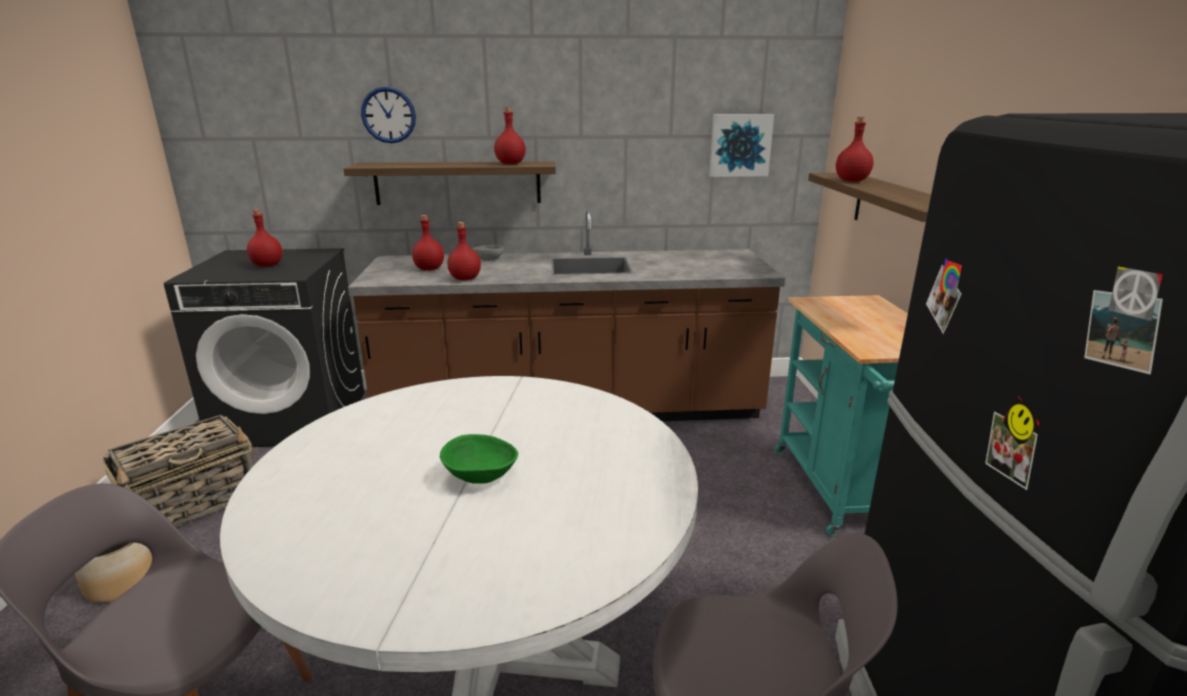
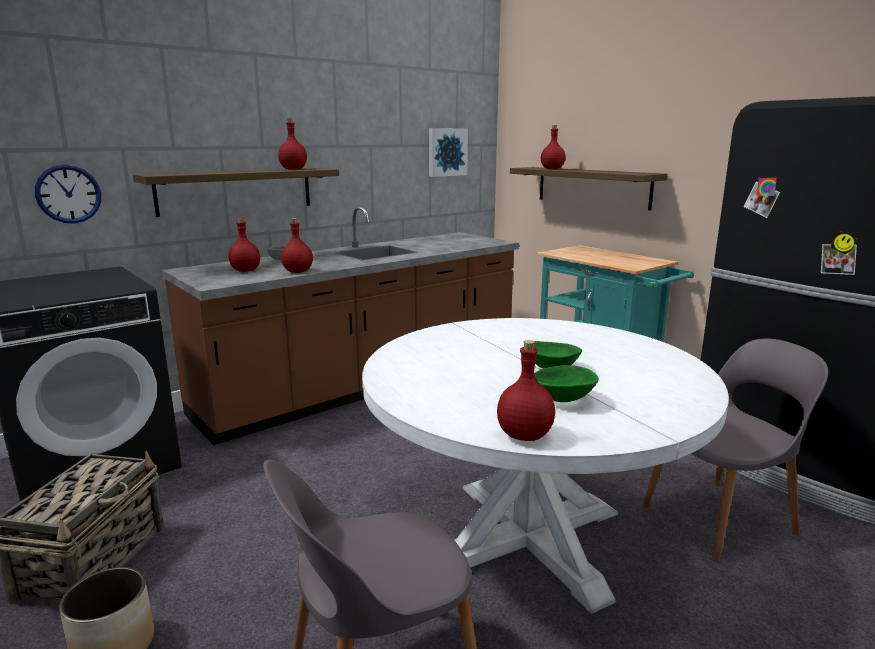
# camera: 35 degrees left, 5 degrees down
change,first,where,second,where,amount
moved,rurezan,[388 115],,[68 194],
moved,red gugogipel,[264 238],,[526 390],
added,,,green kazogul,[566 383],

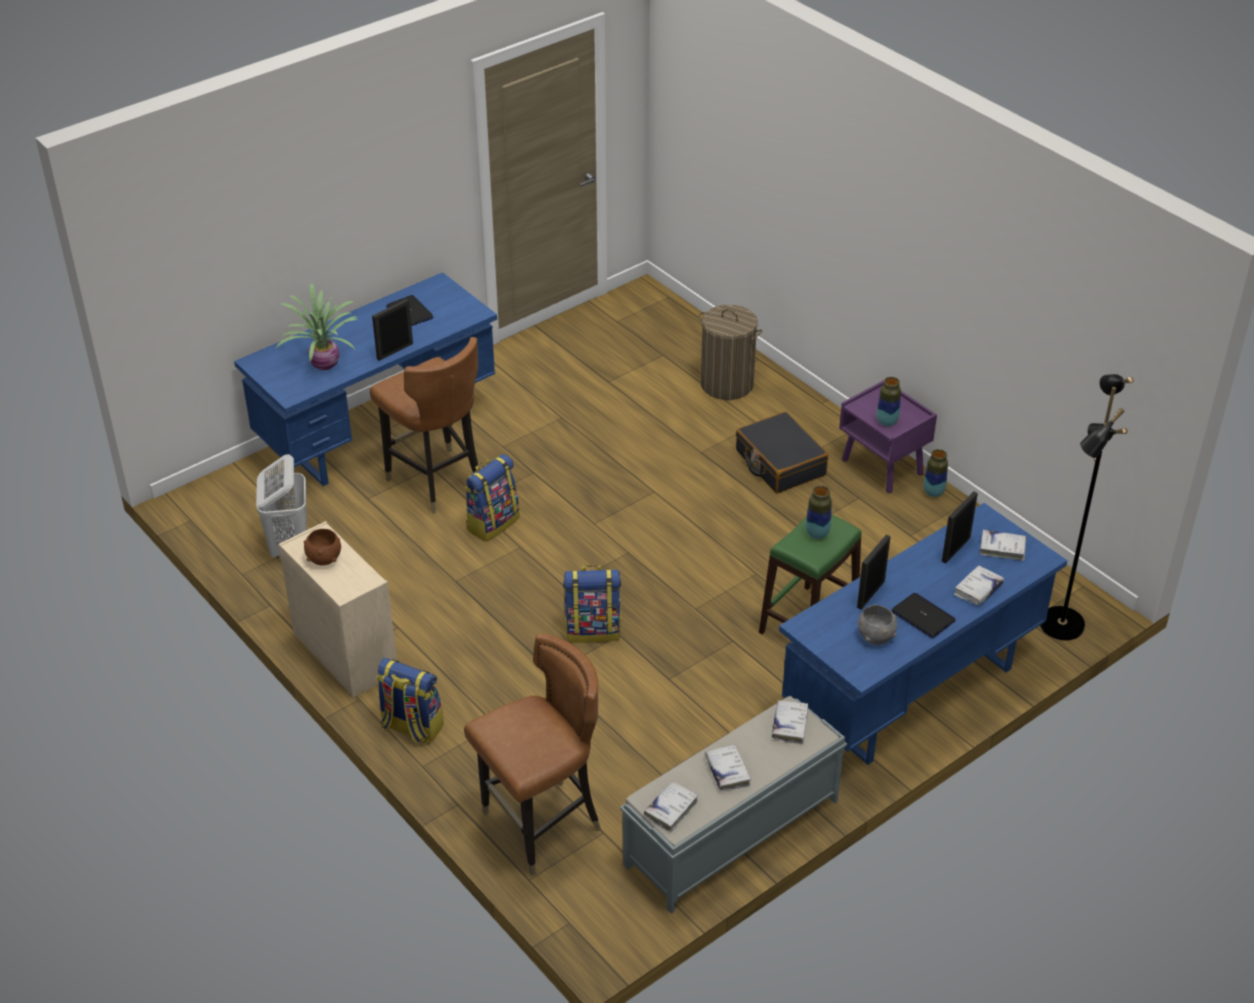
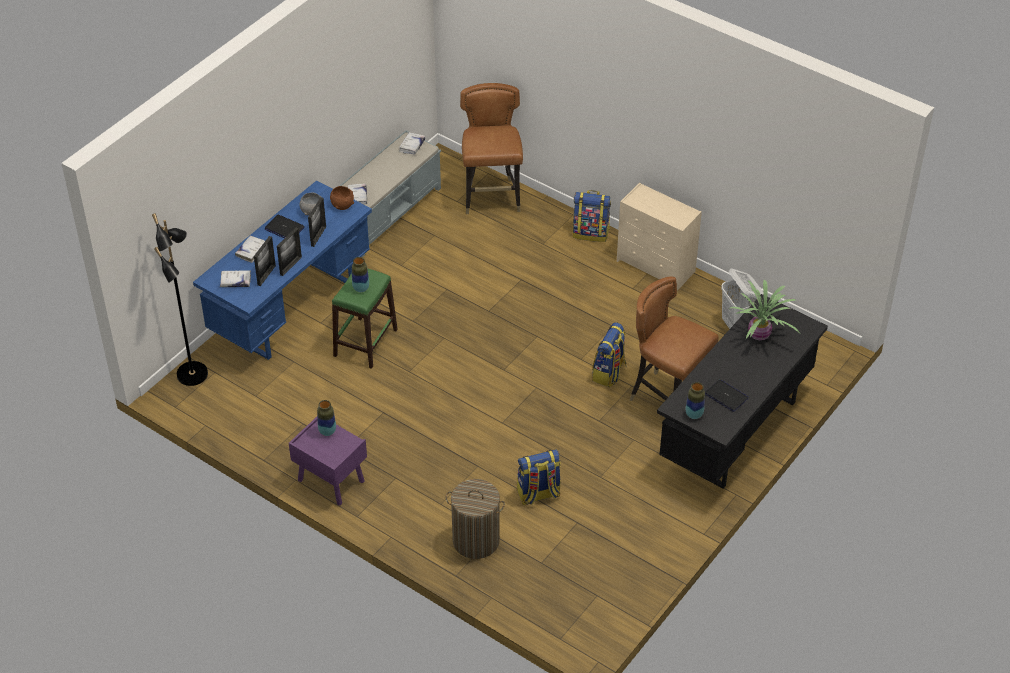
# camera: 165 degrees right, 5 degrees up
change,first,where,second,where,amount
moved,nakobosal,[392 330],,[289 252],
moved,brown kazogul,[322 547],,[342 198],
turned,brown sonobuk,[532 754],,[491 148],135 degrees clockwise
moved,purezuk,[592 604],,[539 477],
recoloured,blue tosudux,[365 379],black tosudux,[742 391],
moved,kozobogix,[935 473],,[695 400],
removed,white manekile,[728 767],,,
removed,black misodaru,[782 452],,,

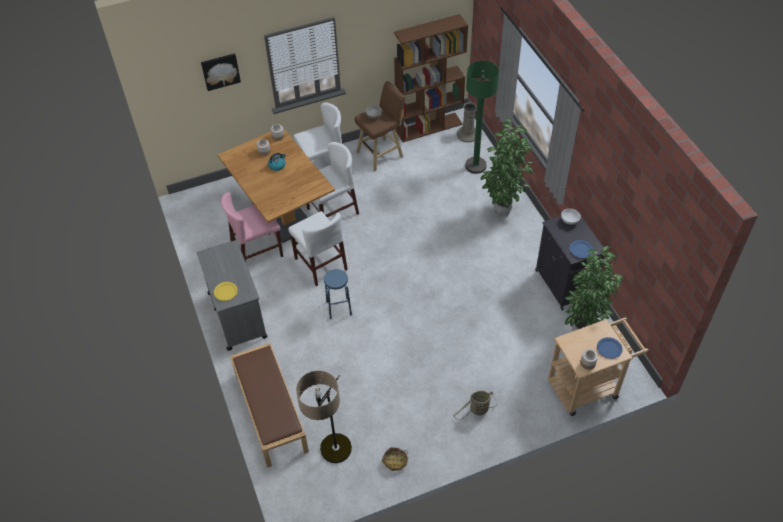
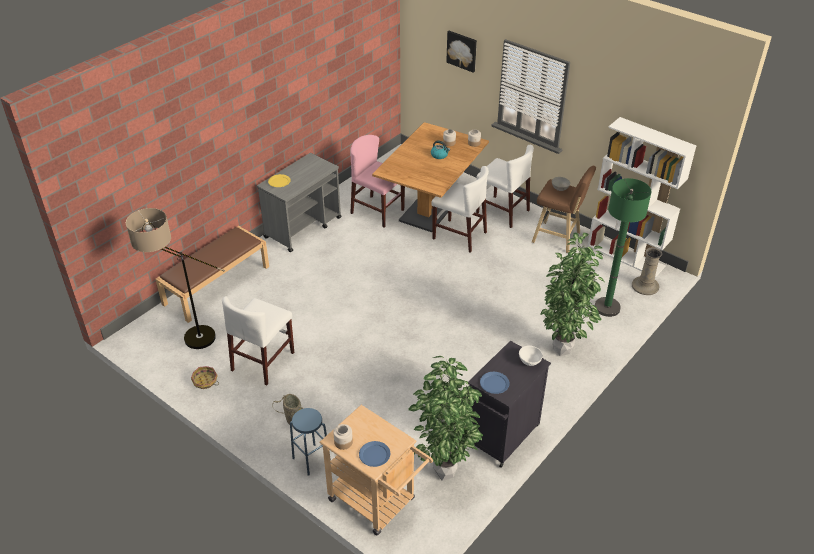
# camera: 60 degrees right, 10 degrees down
change,first,where,second,where,amount
moved,white sonobuk,[318 248],,[258 340],
moved,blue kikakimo,[338 294],,[310 442],
recoloured,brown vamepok,[431 78],white vamepok,[642 197],

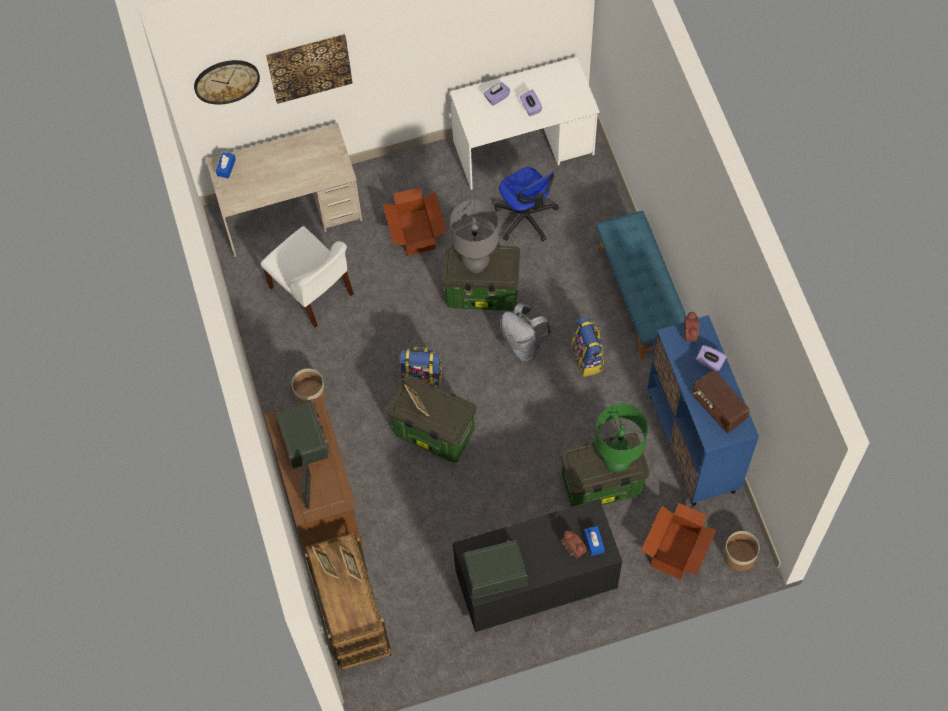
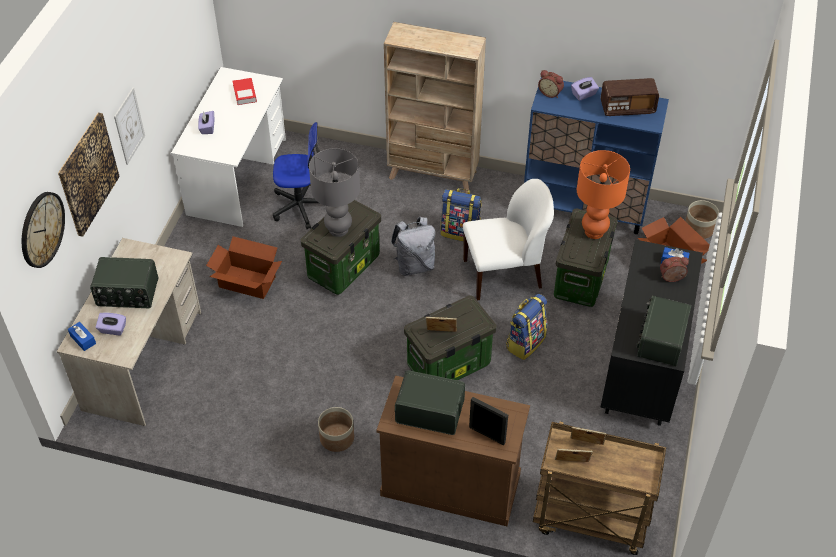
# camera: 60 degrees left, 15 degrees down
change,first,where,second,where,amount
added,,,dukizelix,[124 282],
moved,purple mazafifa,[531 103],,[111 323],
added,,,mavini,[129 126],
added,,,manekile,[245 91],
replaced,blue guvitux,[641 285],beige vamepok,[435 107],
moved,white sonobuk,[307 277],,[508 240],
moved,purezuk,[421 367],,[526 326],
recoloured,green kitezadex,[621 438],orange kitezadex,[603 194],

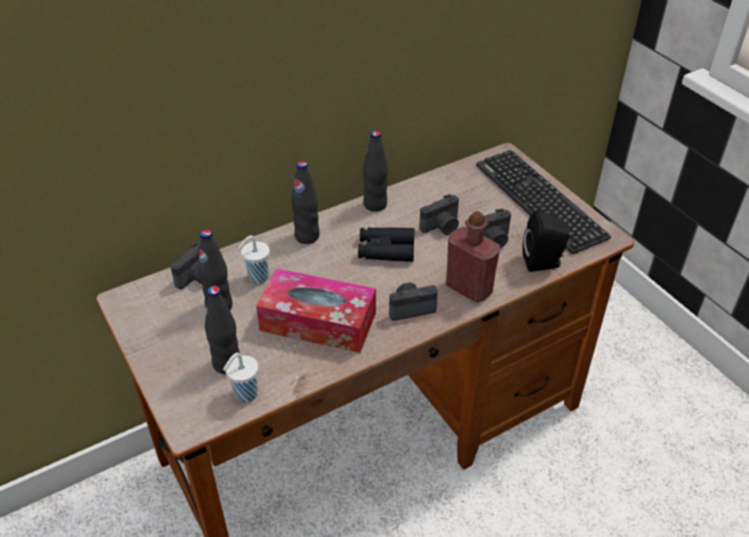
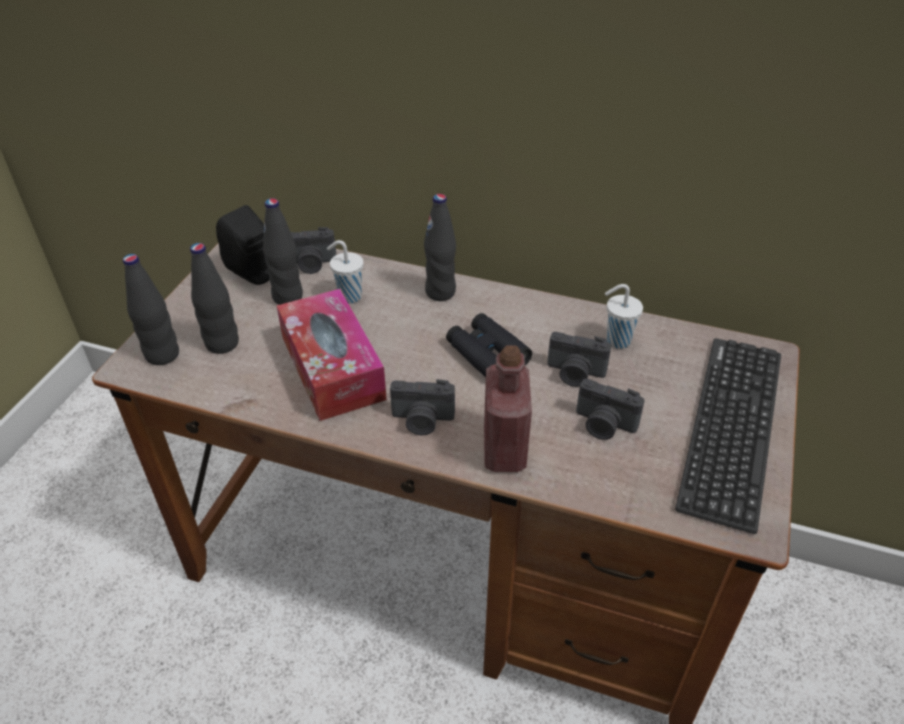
# camera: 50 degrees right, 0 degrees up
change,first,where,second,where,amount
moved,black gugogipel,[375 171],,[151 309],
moved,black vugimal,[545 241],,[242 245],
turned,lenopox,[413 302],,[422 407],150 degrees clockwise
moved,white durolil,[240 378],,[624 316],

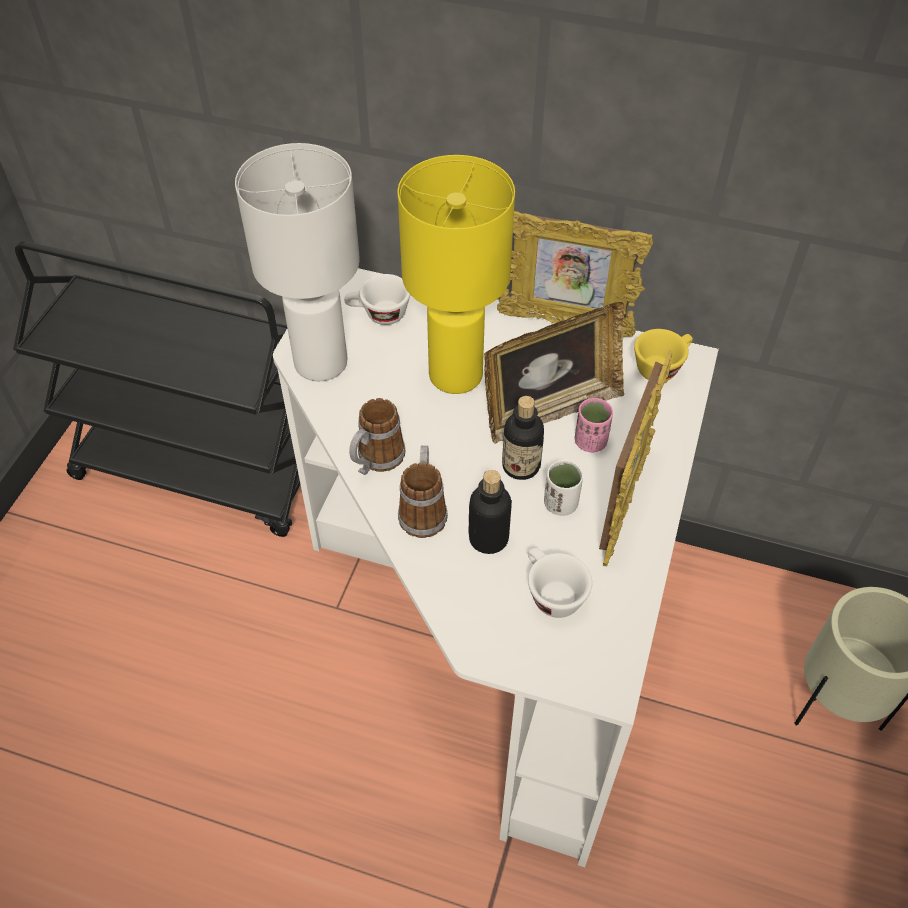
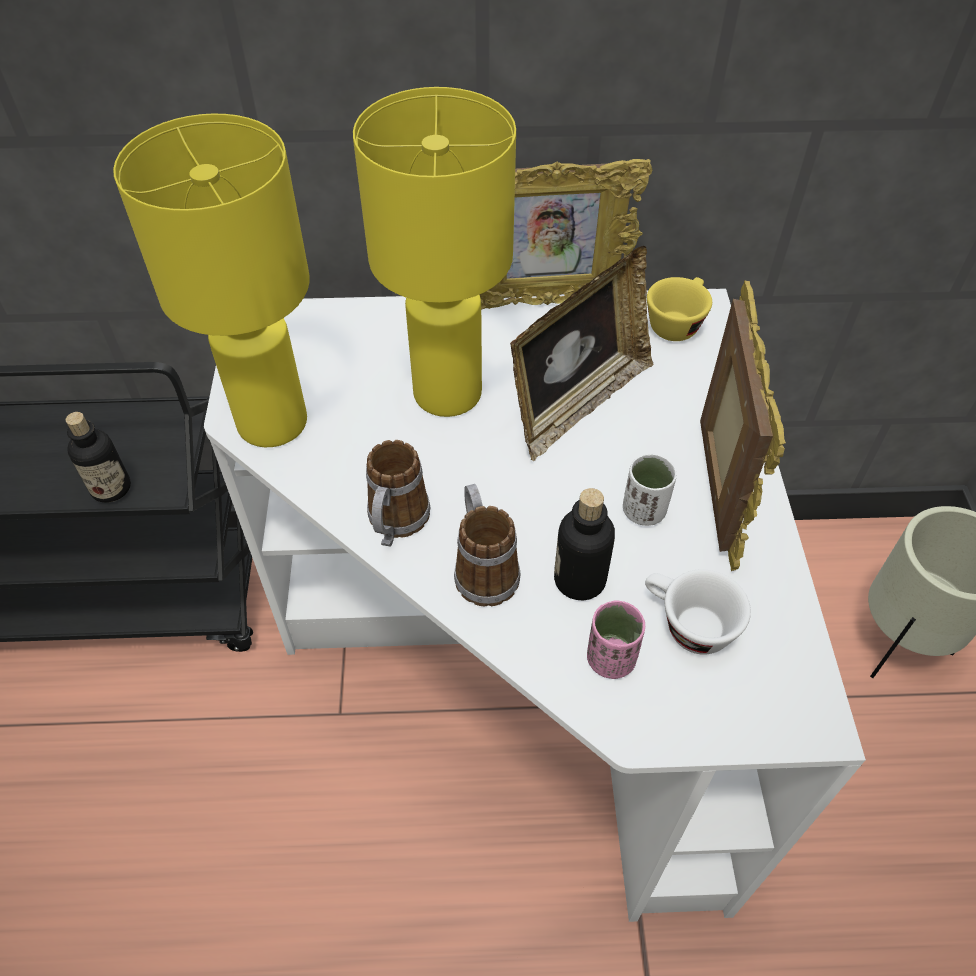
# camera: 20 degrees left, 0 degrees up
change,first,where,second,where,amount
moved,gugogipel,[523 438],,[98 457],
recoloured,white kitezadex,[297 262],yellow kitezadex,[211 280],
moved,pink durolil,[594 425],,[616 640],
removed,white durolil,[377 299],,,

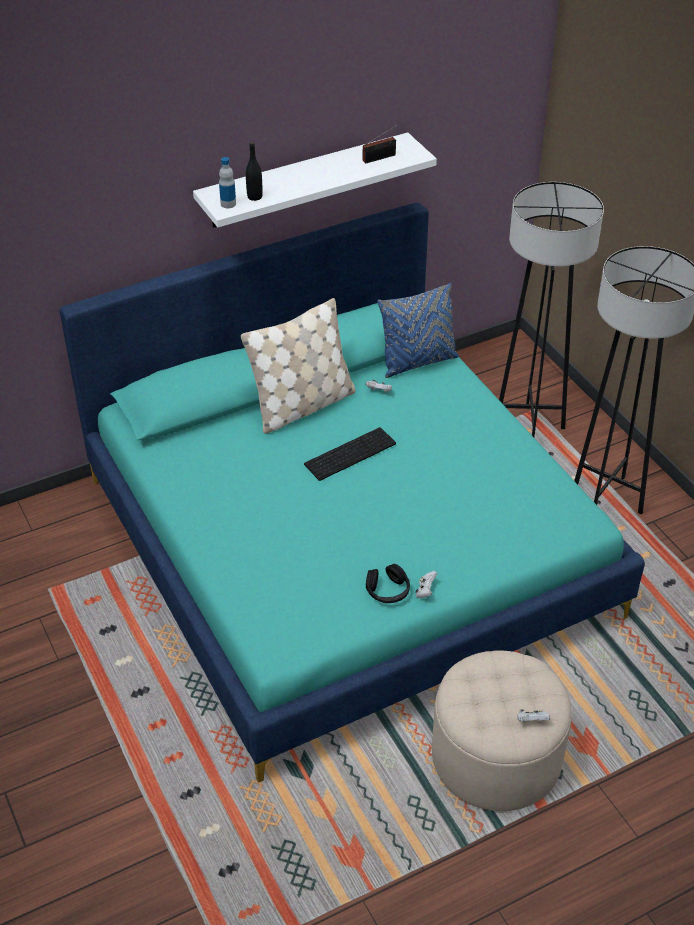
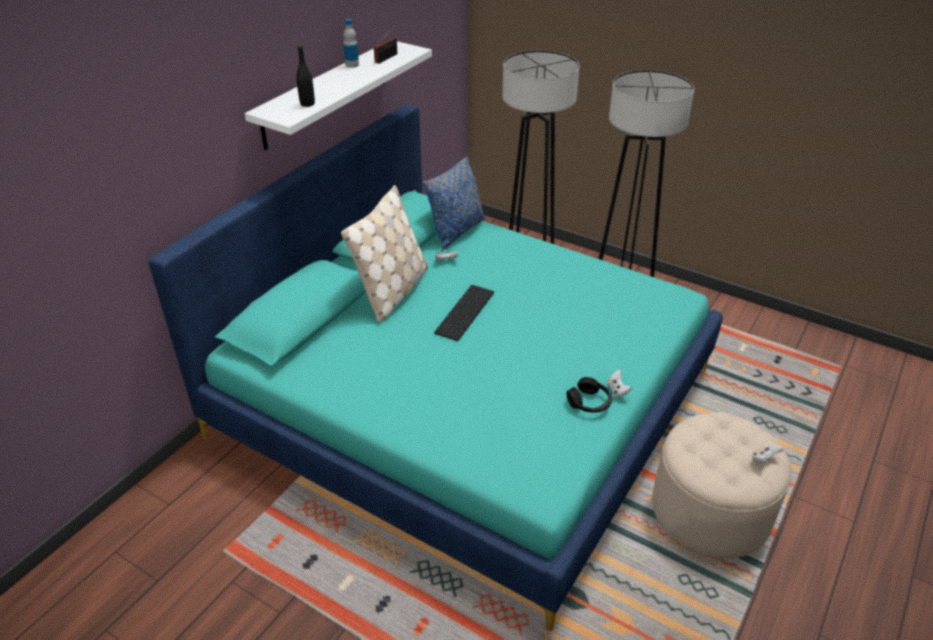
# camera: 30 degrees left, 5 degrees down
change,first,where,second,where,amount
moved,gugogipel,[227 182],,[351 43],

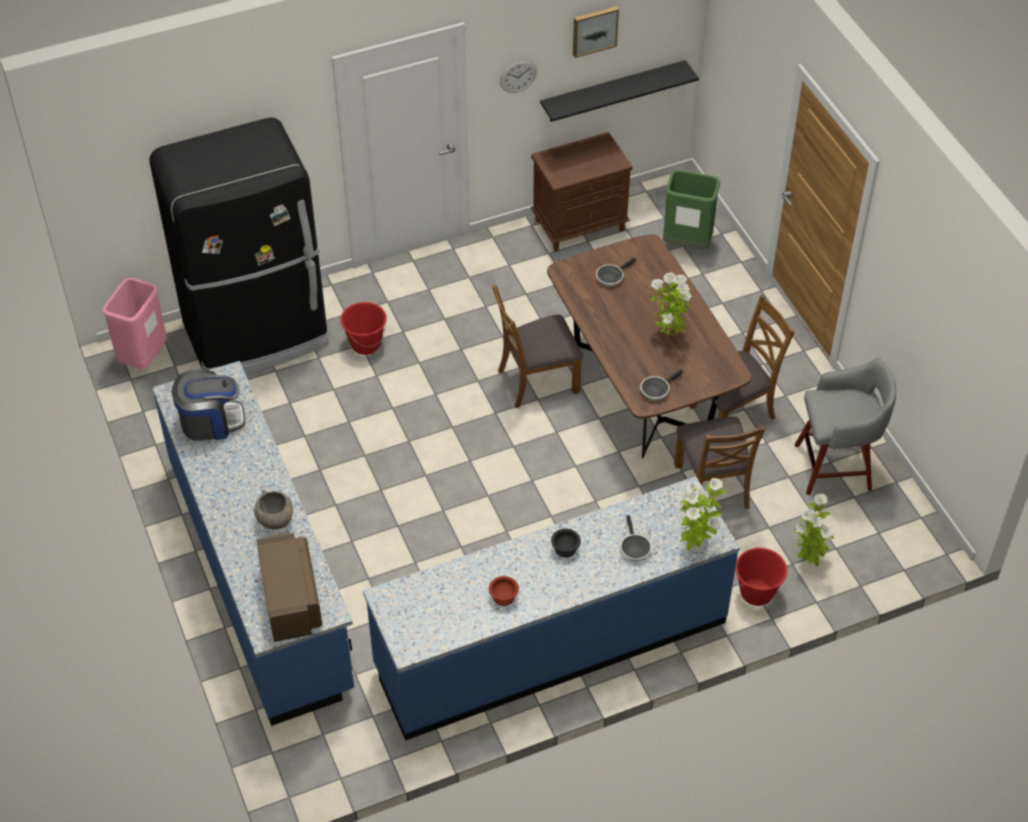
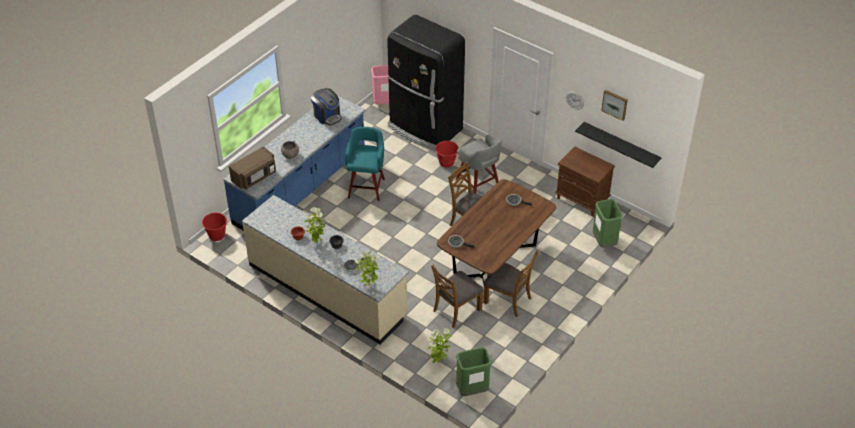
# camera: 60 degrees right, 5 degrees down
change,first,where,second,where,amount
moved,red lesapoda,[761 577],,[214 227],
recoloured,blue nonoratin,[551 608],beige nonoratin,[325 269],
moved,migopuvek,[671 304],,[315 225],
added,,,turquoise kikakimo,[365 164],
moved,grey kikakimo,[845 426],,[479 164],
added,,,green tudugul,[473 371],

